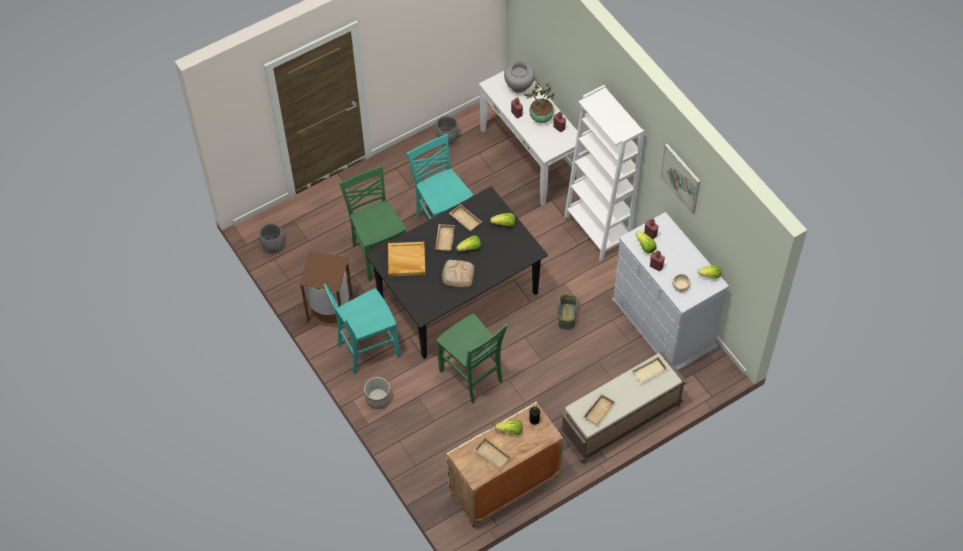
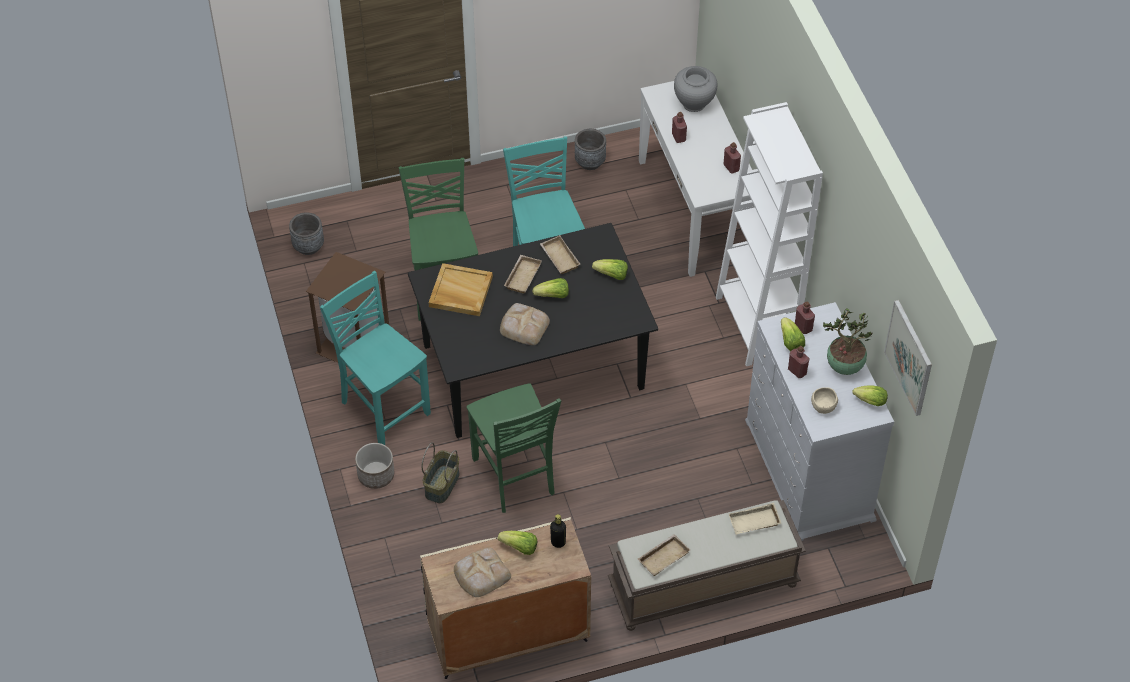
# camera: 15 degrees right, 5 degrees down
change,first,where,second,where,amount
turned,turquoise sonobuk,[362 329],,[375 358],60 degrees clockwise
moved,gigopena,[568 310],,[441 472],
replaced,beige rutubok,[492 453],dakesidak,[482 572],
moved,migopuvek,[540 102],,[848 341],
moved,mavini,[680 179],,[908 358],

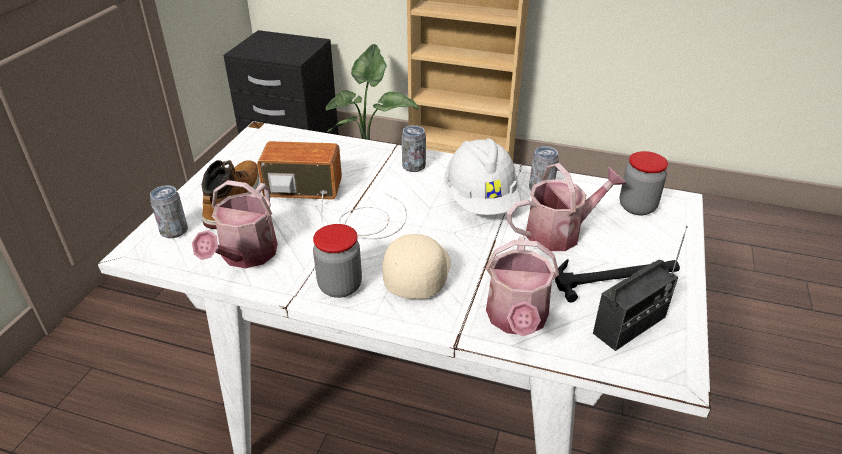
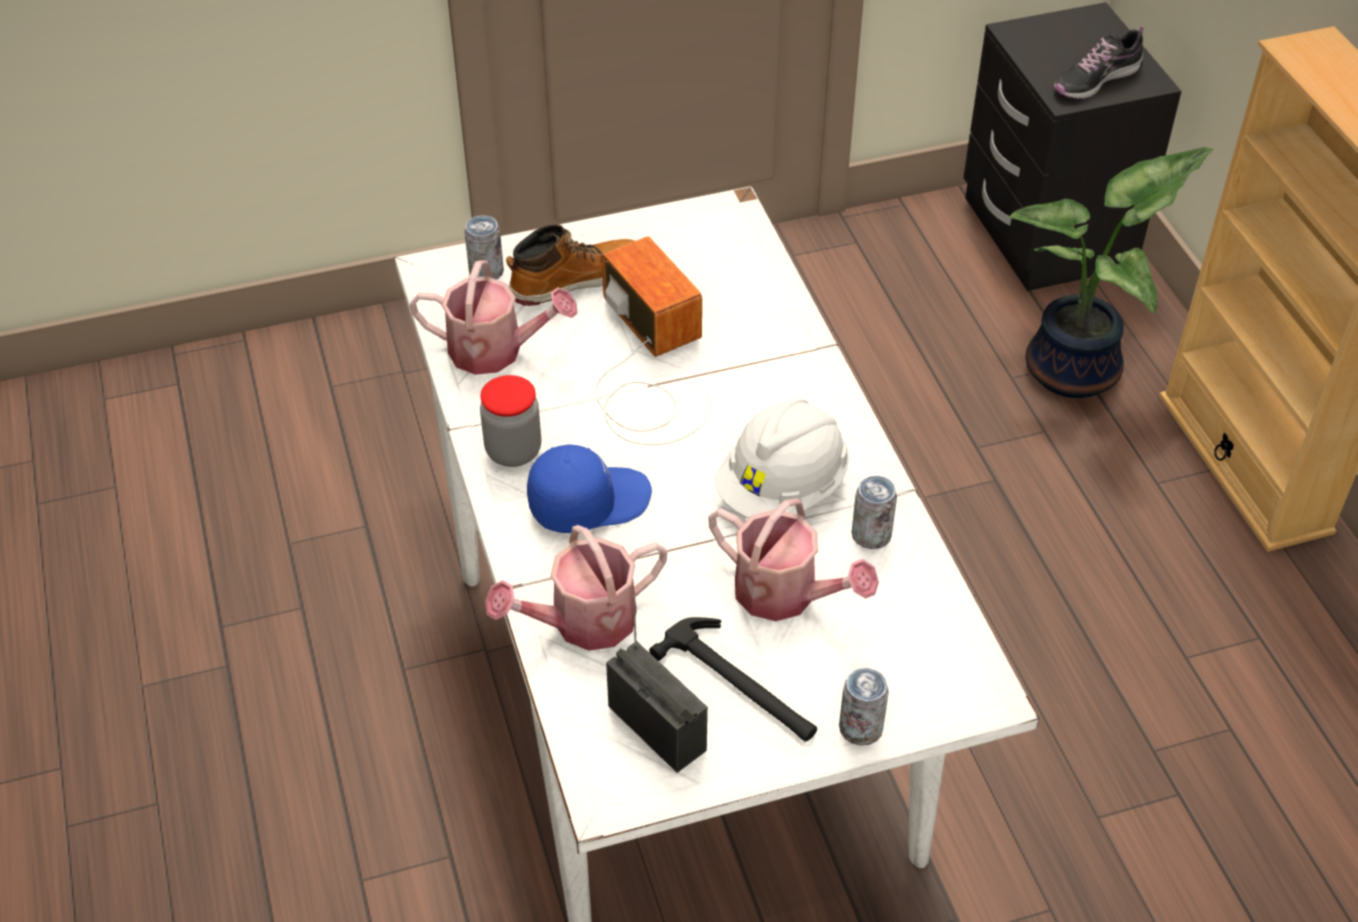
# camera: 55 degrees right, 10 degrees up
change,first,where,second,where,amount
turned,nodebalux,[234 224],,[494 317],150 degrees counterclockwise
recoloured,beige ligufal,[416 266],blue ligufal,[589 488],
turned,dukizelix,[640 288],,[657 684],150 degrees counterclockwise
moved,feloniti,[414 148],,[864 706],
added,,,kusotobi,[1099 62],
removed,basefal,[644 183],,,

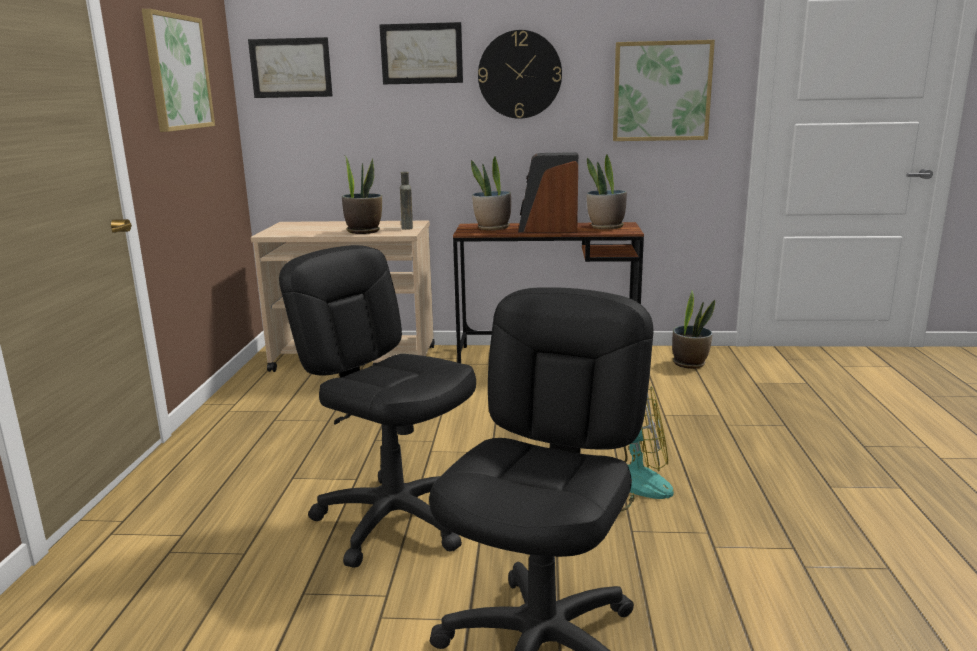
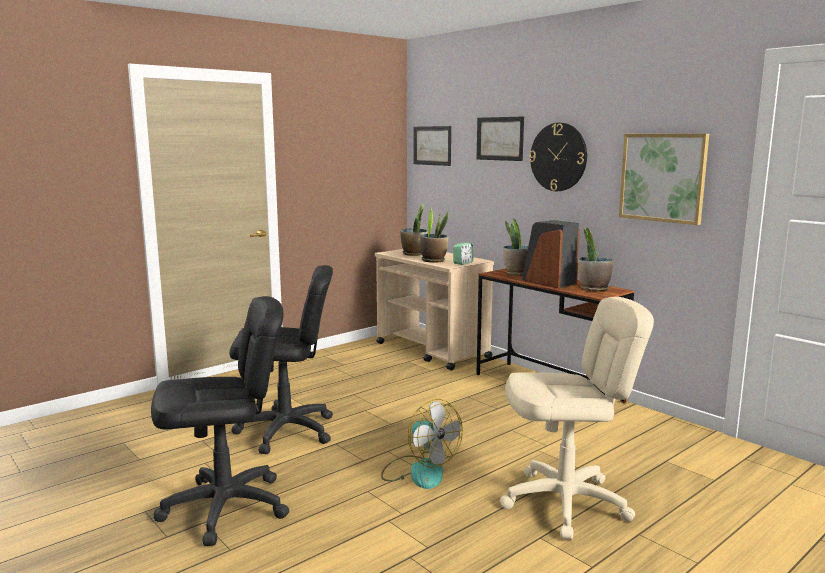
# camera: 45 degrees right, 5 degrees down
change,first,where,second,where,amount
turned,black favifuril,[377 406],,[281 359],90 degrees clockwise
moved,migopuvek,[693 330],,[414 229],
replaced,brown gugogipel,[406 201],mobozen,[463 254],
added,,,beige favifuril,[577 418],
removed,mavini,[178 70],,,

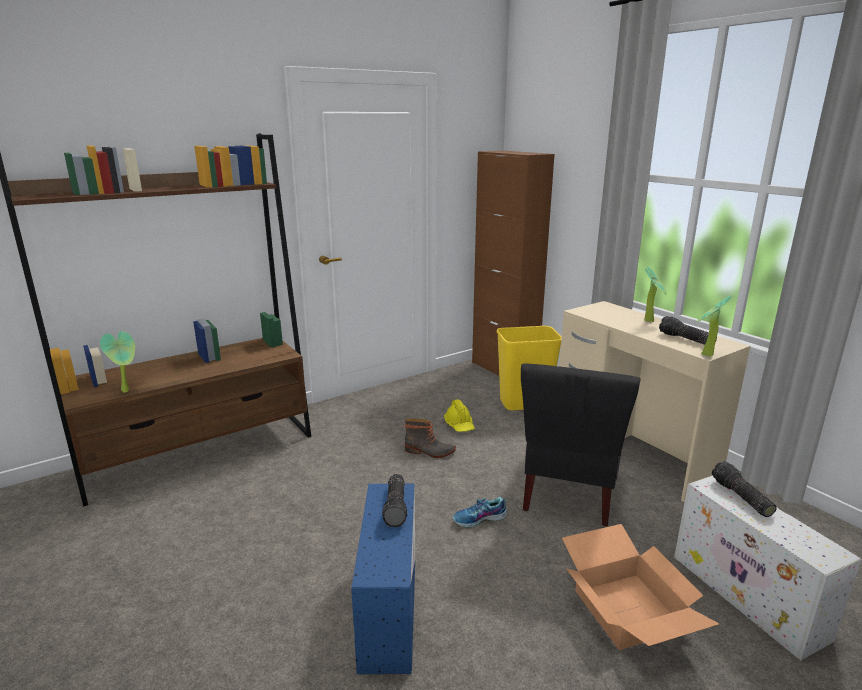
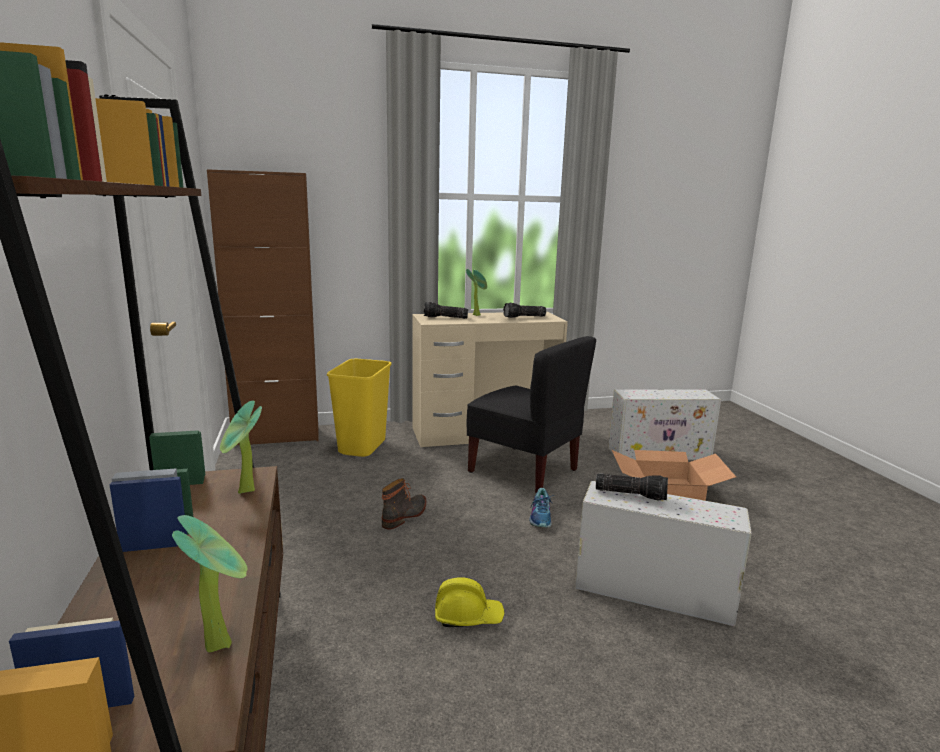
# camera: 70 degrees left, 5 degrees down
change,first,where,second,where,amount
moved,migopuvek,[714 326],,[241 447],
moved,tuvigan,[744 489],,[446 310],
moved,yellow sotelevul,[459 415],,[470 602],
recoloured,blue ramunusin,[383 579],white ramunusin,[663 554],

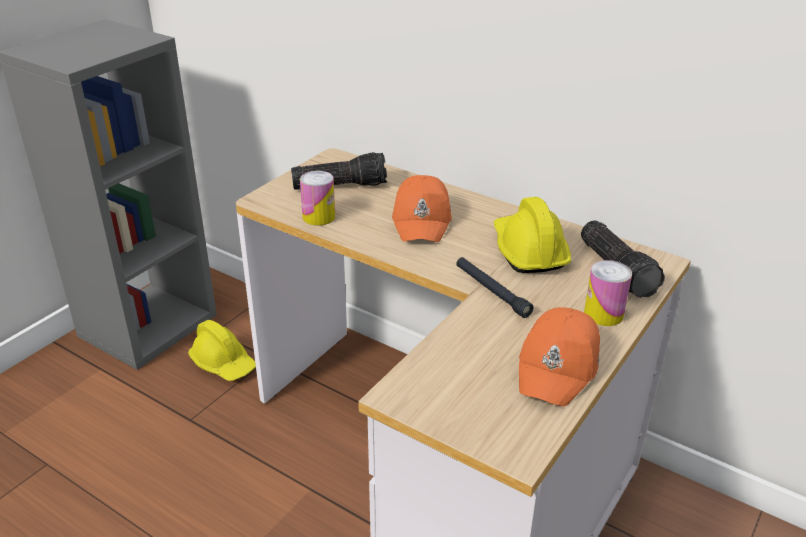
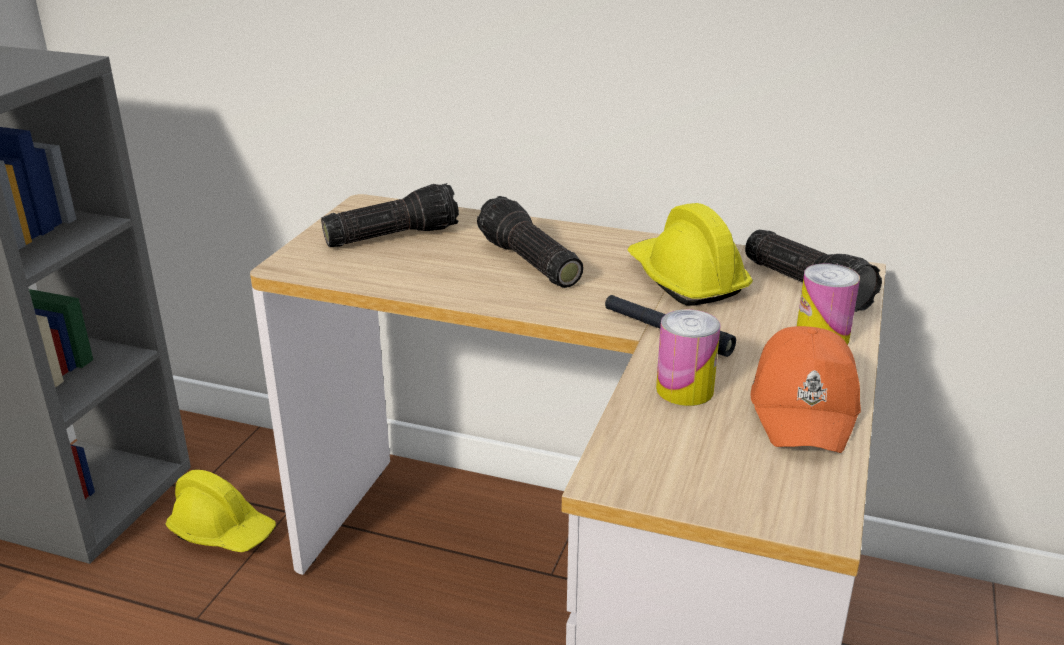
# camera: 15 degrees left, 5 degrees down
change,first,where,second,where,amount
replaced,orange ligufal,[422 208],tuvigan,[530 242],
moved,feloniti,[317 198],,[688 357],

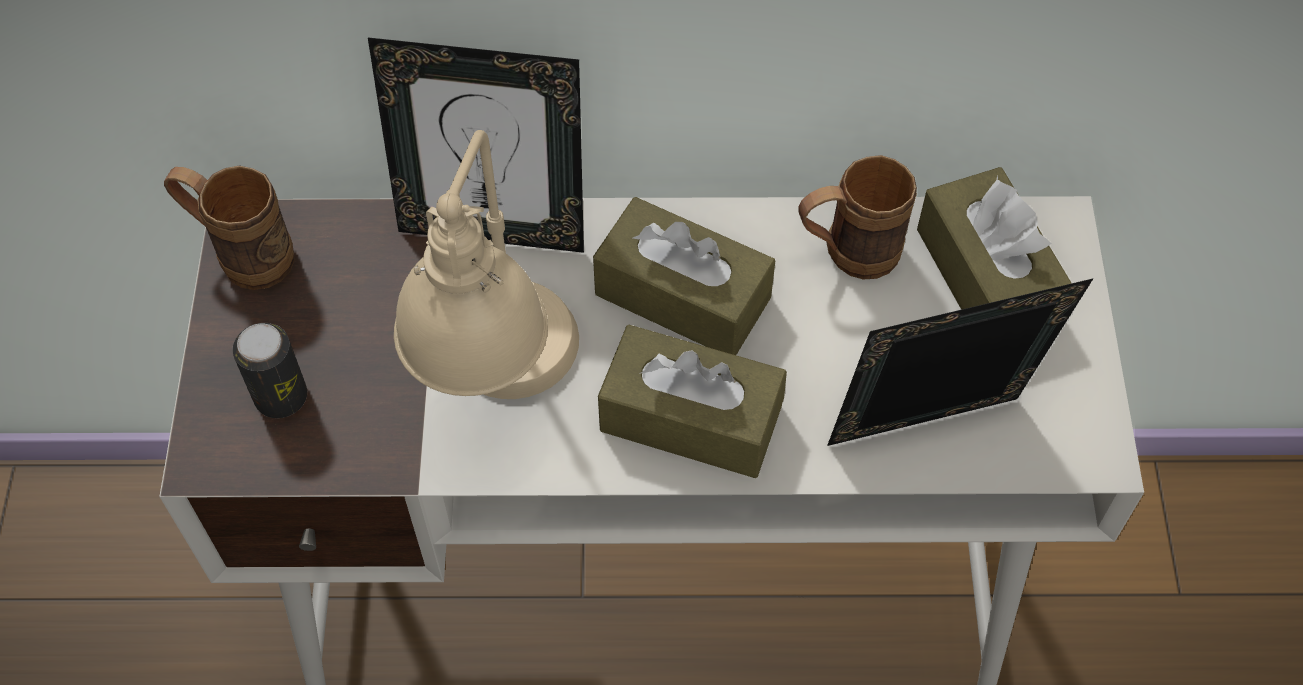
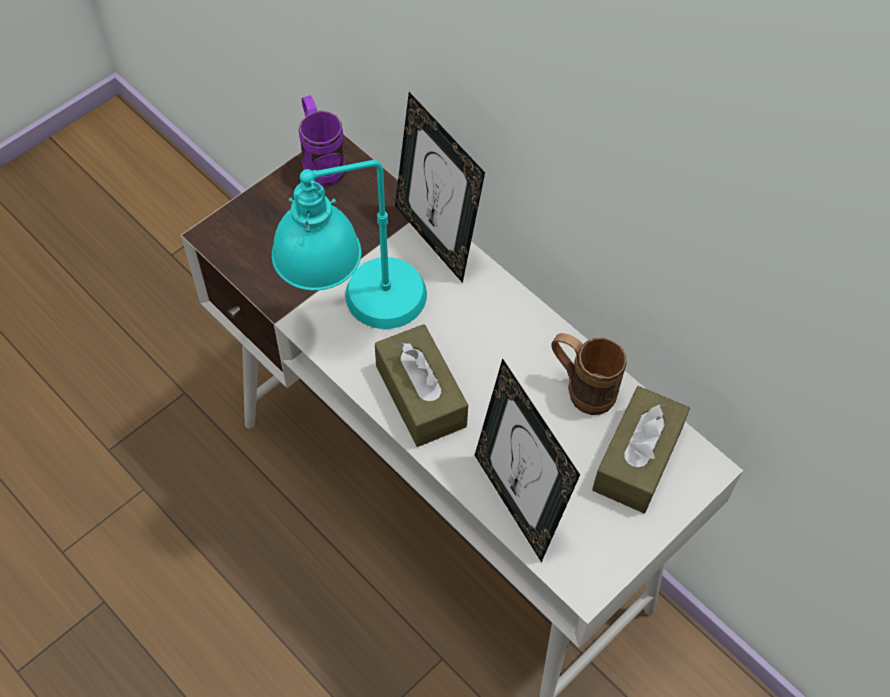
# camera: 45 degrees right, 0 degrees up
change,first,where,second,where,amount
recoloured,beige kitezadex,[486 264],turquoise kitezadex,[349 244],
recoloured,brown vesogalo,[229 228],purple vesogalo,[322 141],
turned,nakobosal,[960 362],,[527 460],150 degrees counterclockwise
removed,feloniti,[270 370],,,
removed,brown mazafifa,[684 276],,,

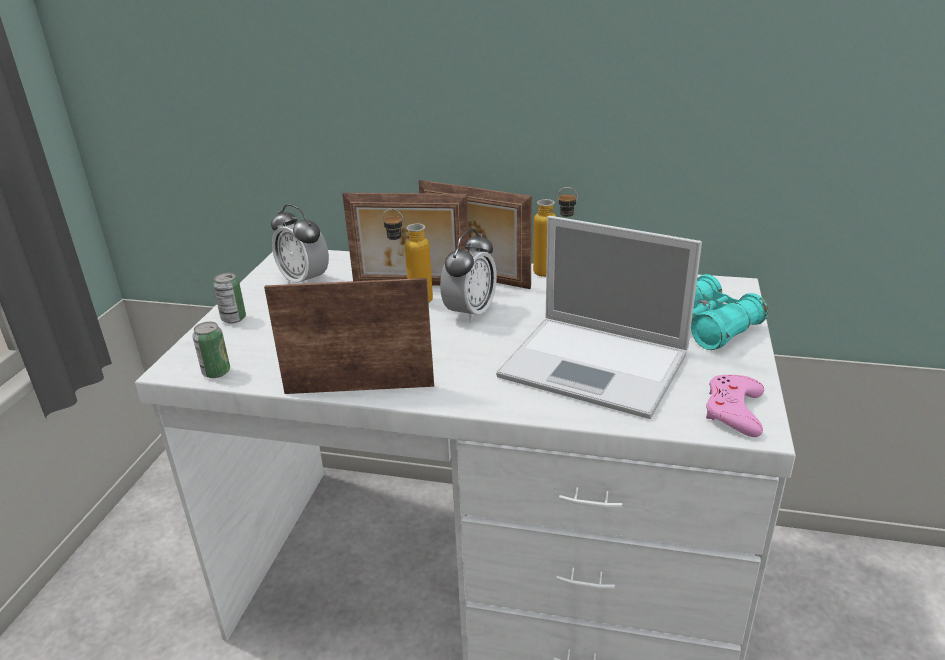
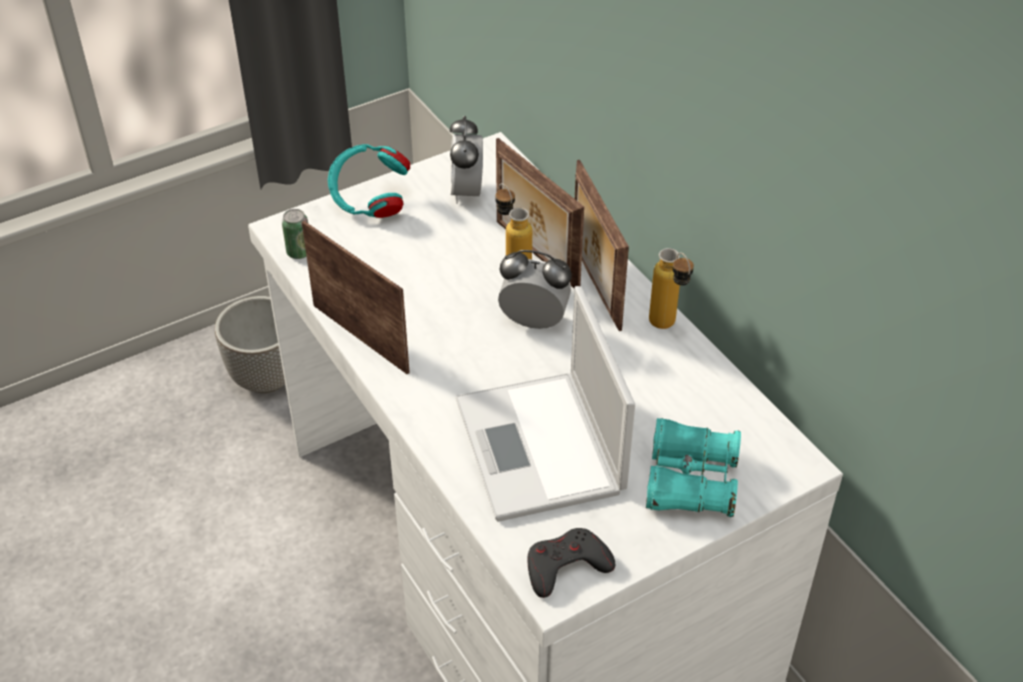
# camera: 45 degrees right, 15 degrees up
change,first,where,second,where,amount
added,,,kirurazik,[250 344],
replaced,feloniti,[229 298],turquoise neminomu,[369 181],
turned,mobozen,[468 276],,[535 289],150 degrees counterclockwise
recoloured,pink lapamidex,[735 406],grey lapamidex,[571 563],

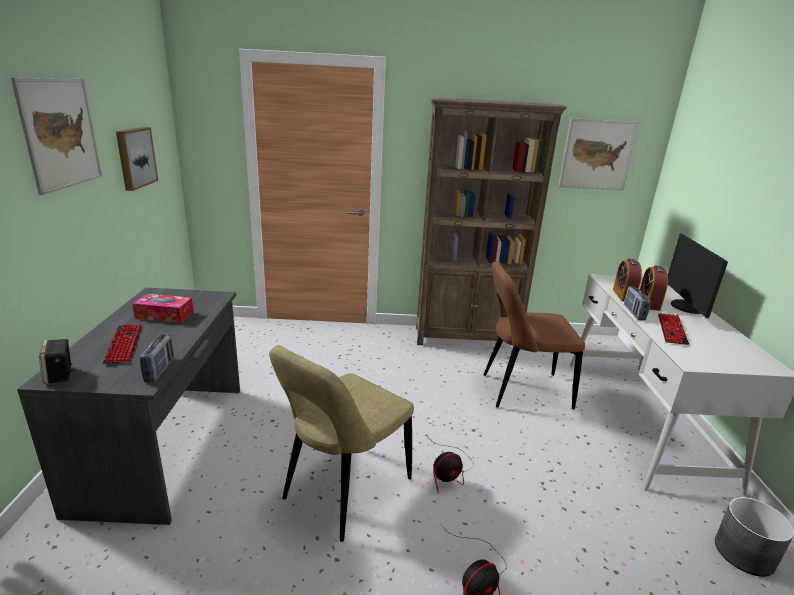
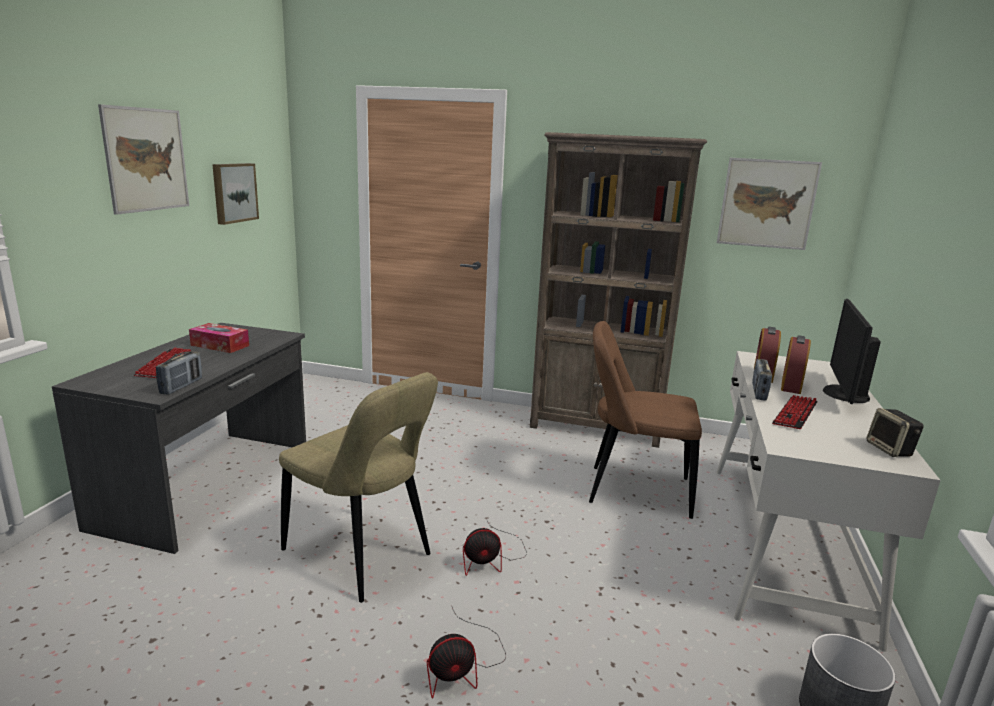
# camera: 15 degrees right, 5 degrees down
change,first,where,second,where,amount
turned,beige sonobuk,[341 443],,[358 487],105 degrees counterclockwise
moved,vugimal,[57 361],,[895 432],

